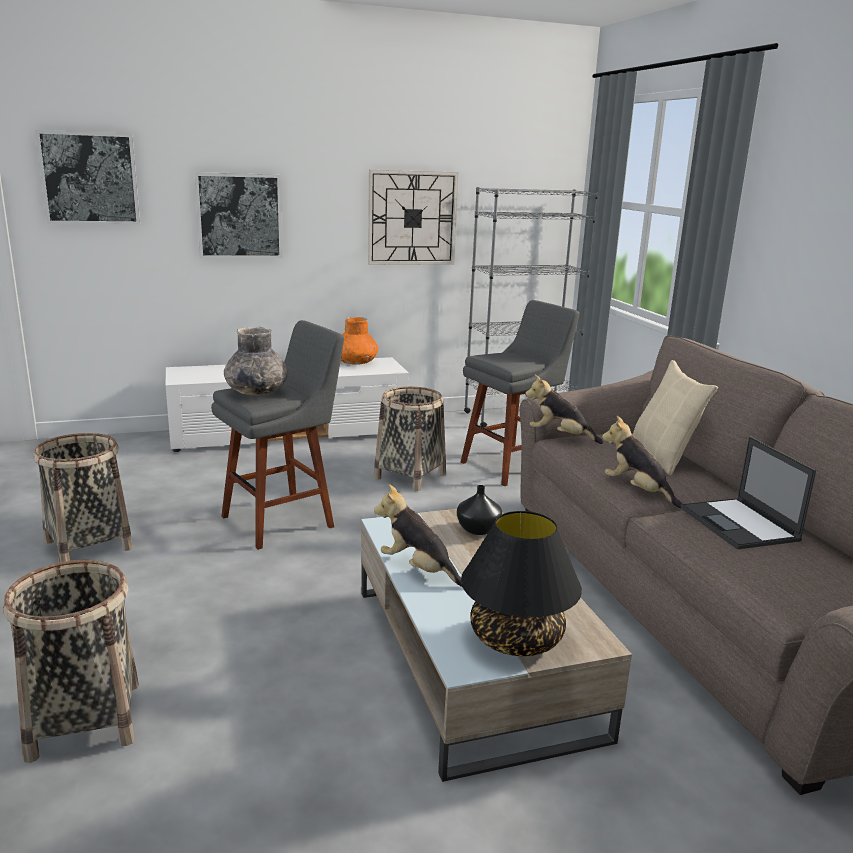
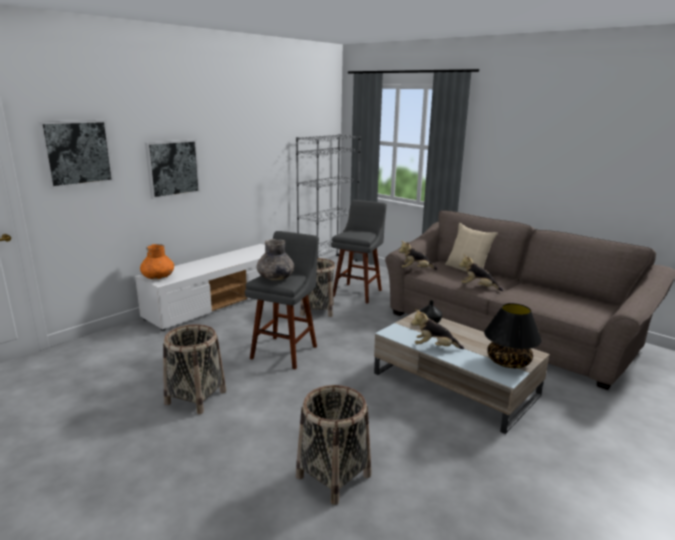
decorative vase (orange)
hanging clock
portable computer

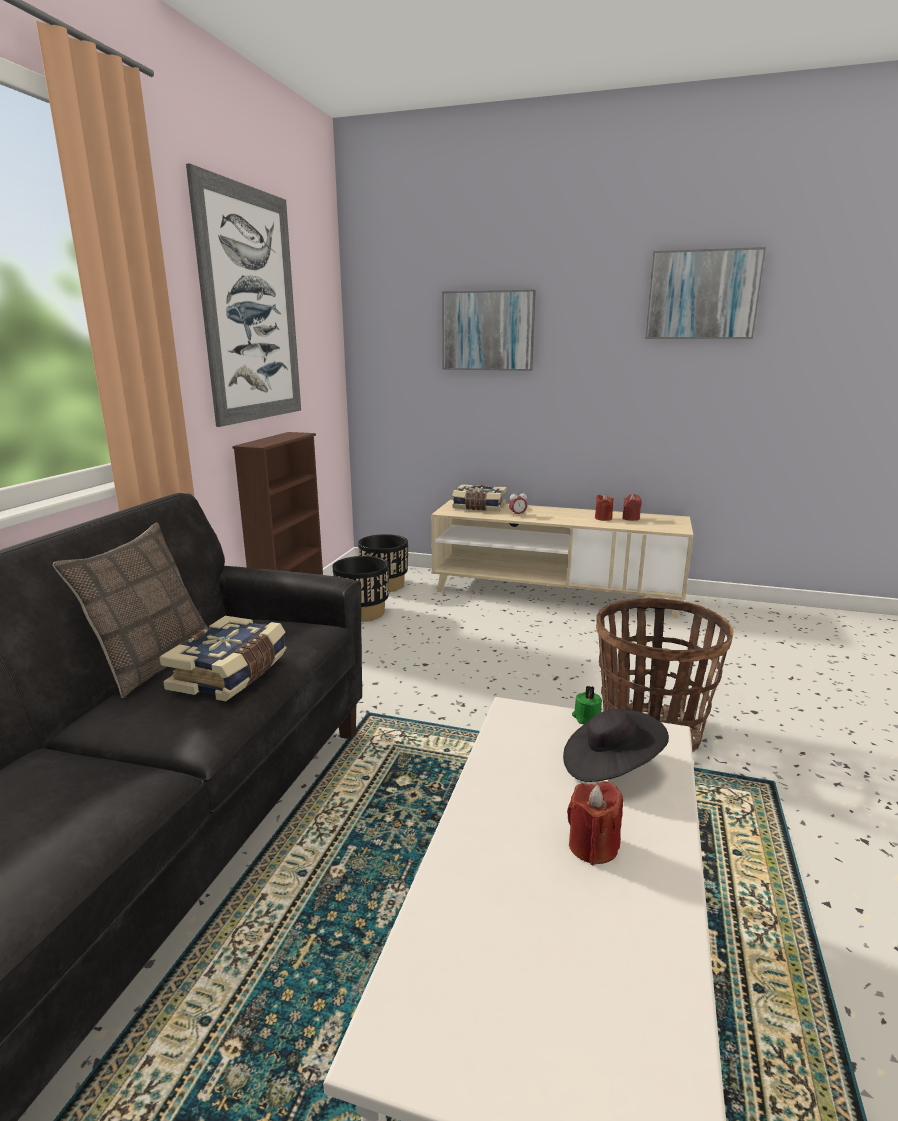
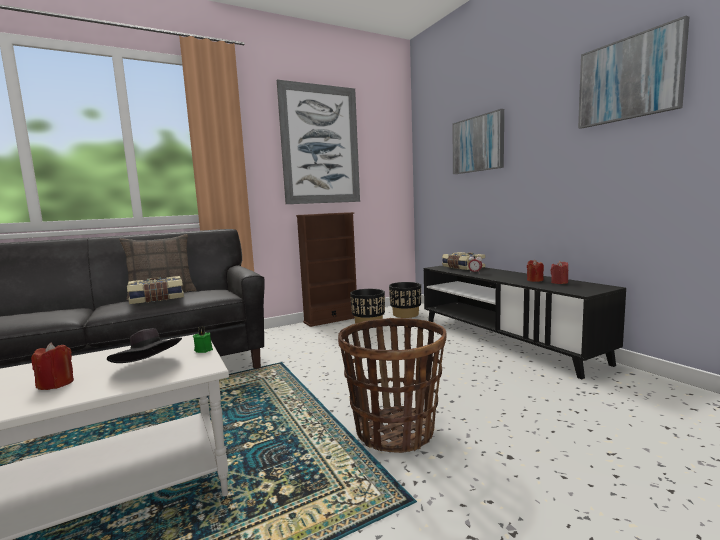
media console (blackish)

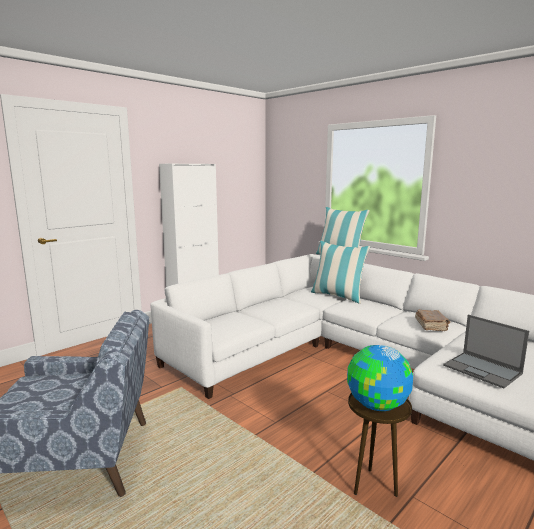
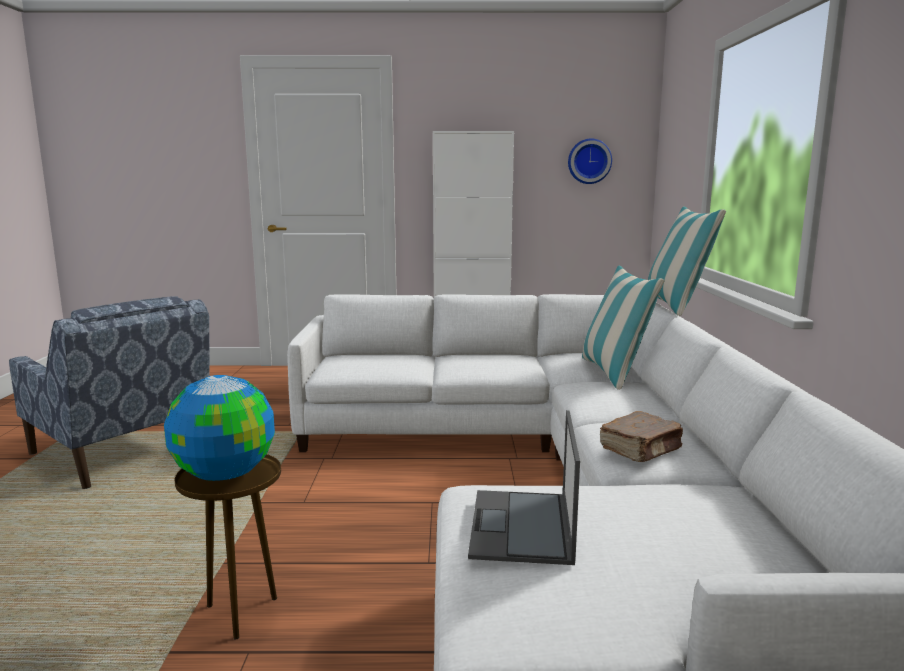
hanging clock

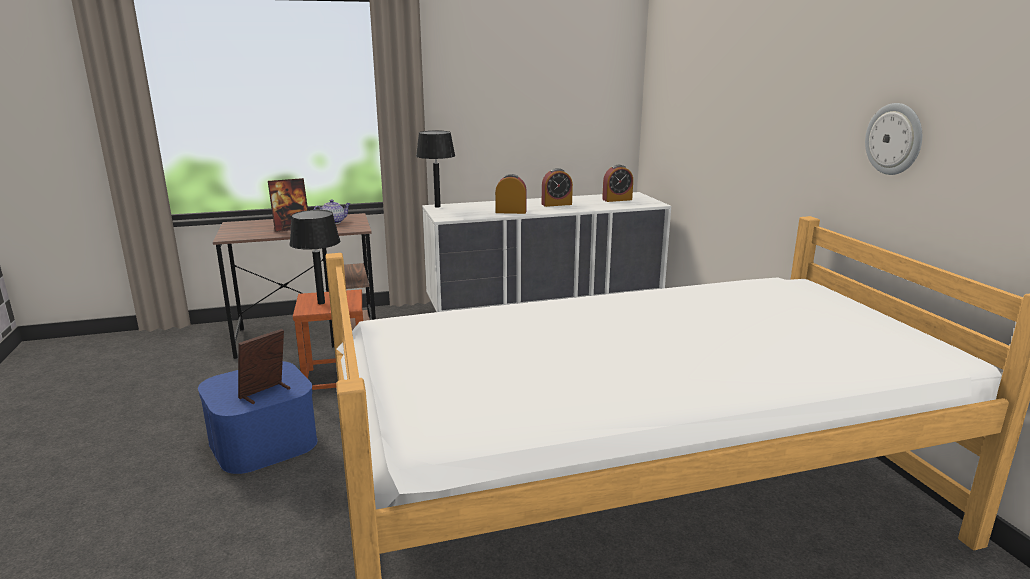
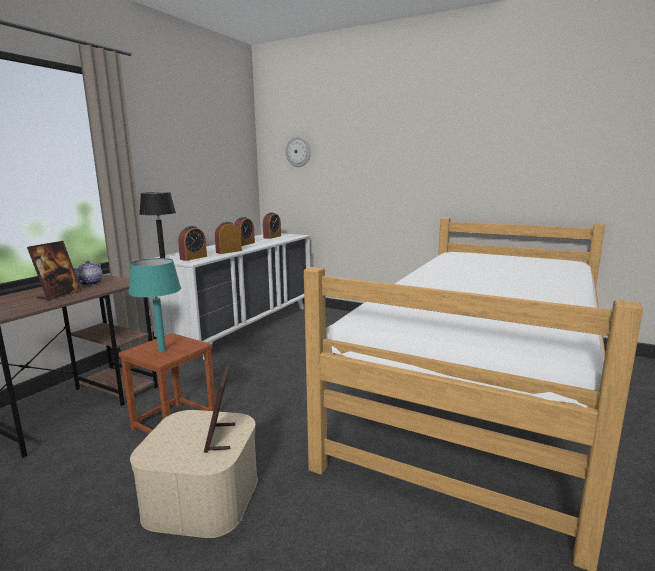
table lamp (blue-green)
storage container (beige-coloured)
alarm clock (1st from left)
hanging clock

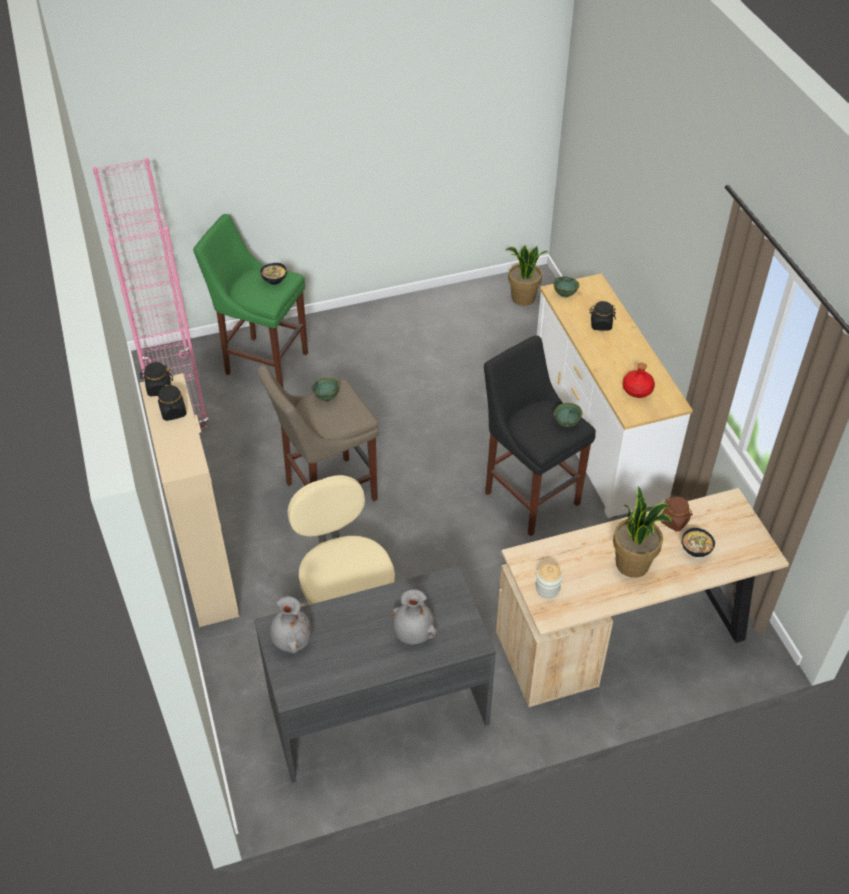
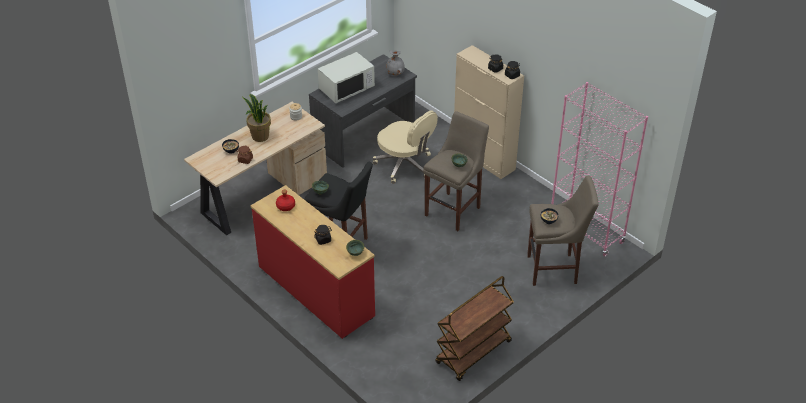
drawer chest (reddish)
microwave (whitish)
wheeled cart (brown-coloured)
stool seat (beige-coloured) (2nd from left)
houseplant (1st from left in the first image)

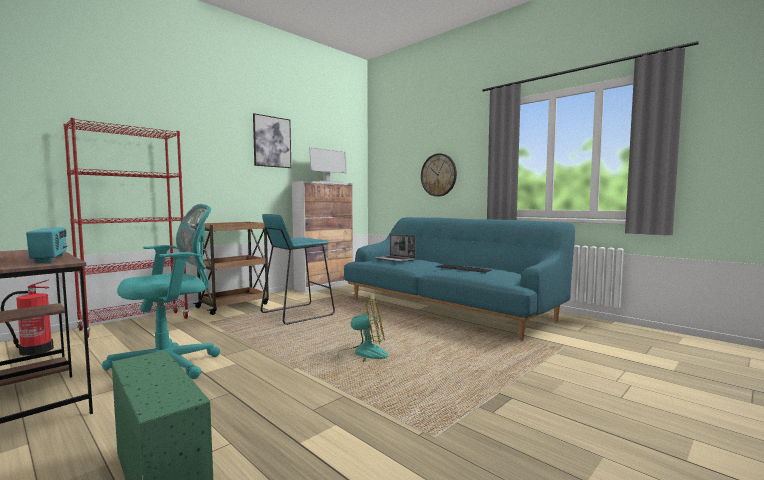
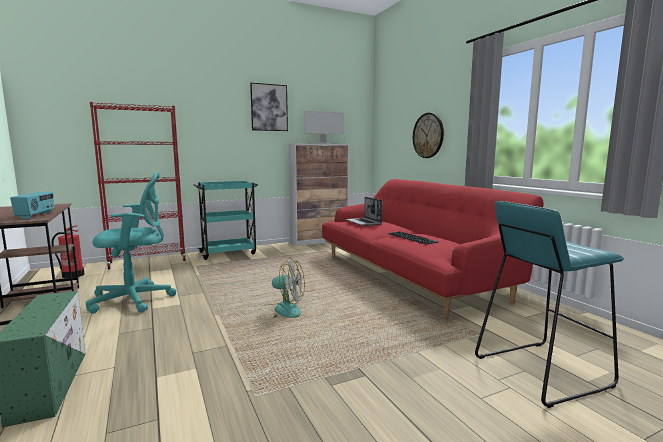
wheeled cart (blue-green)
couch (reddish)
stool seat (blue-green)

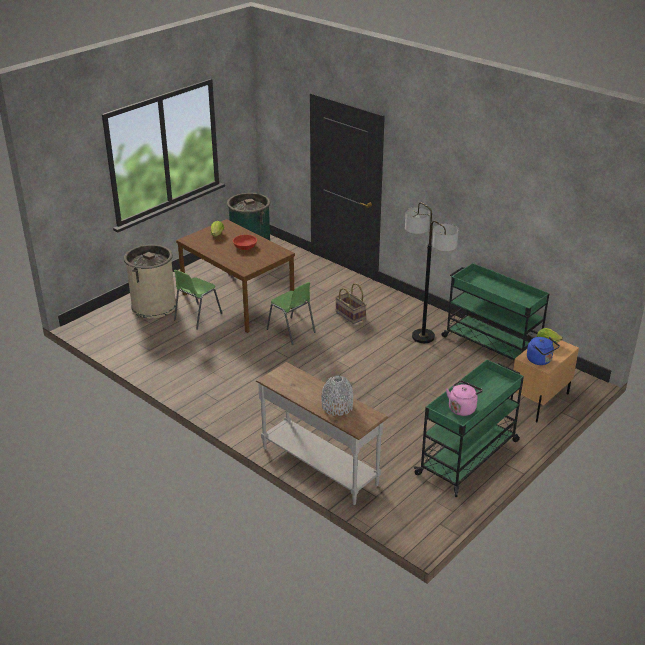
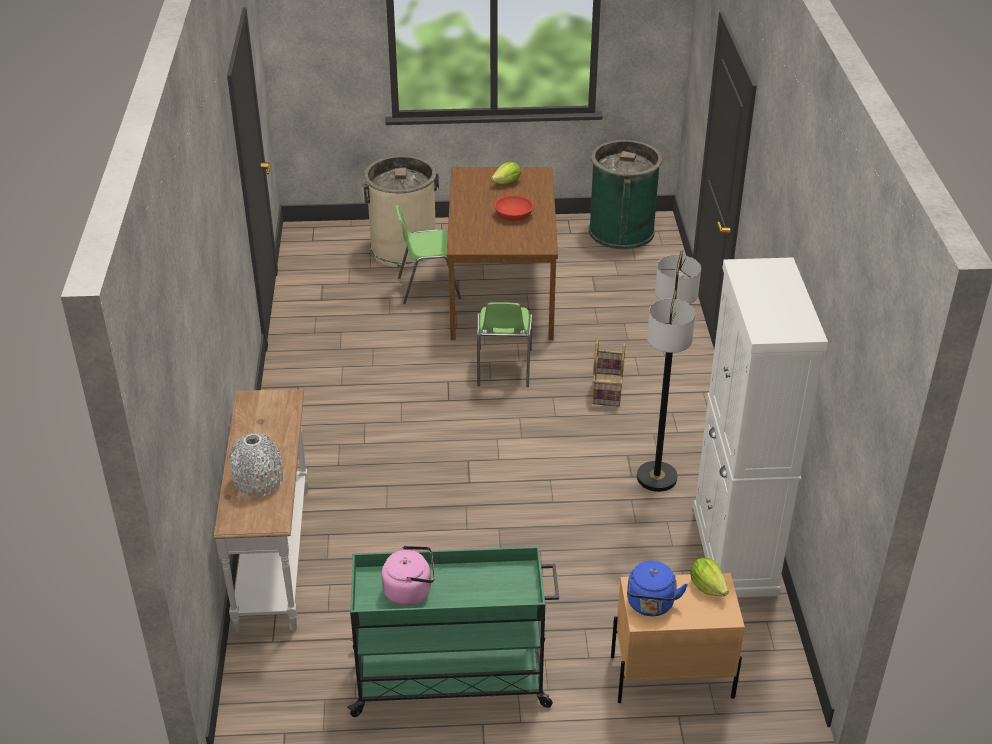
storage cabinet (whitish)

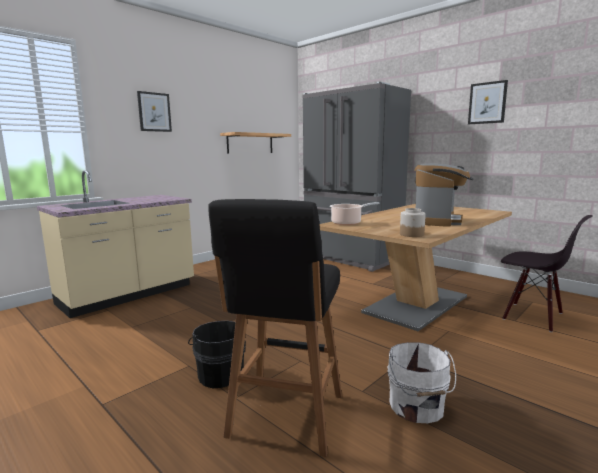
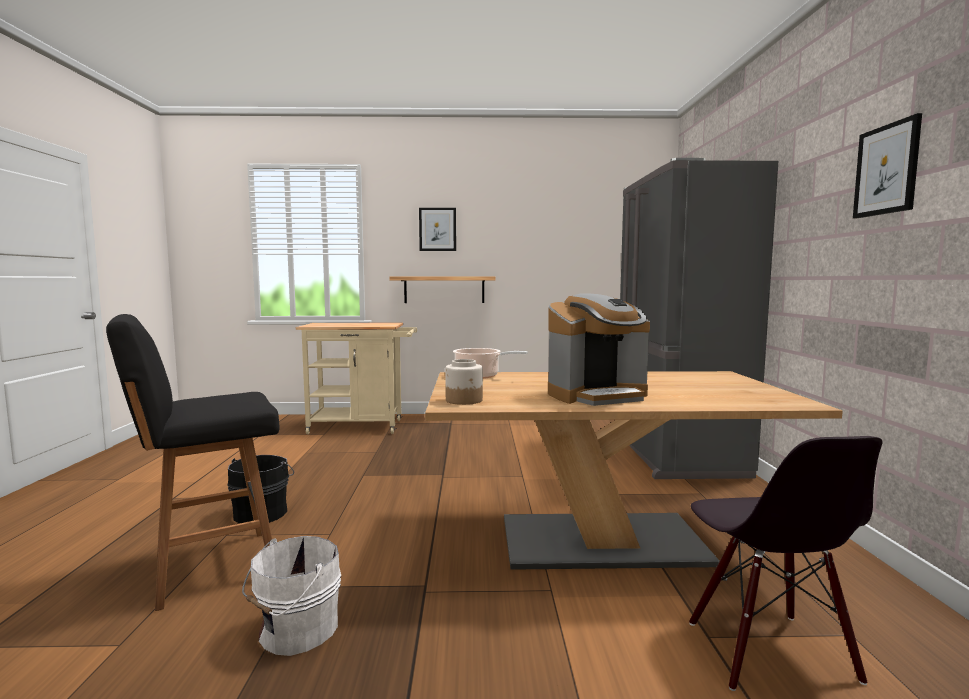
wheeled cart (beige-coloured)
wall shelf

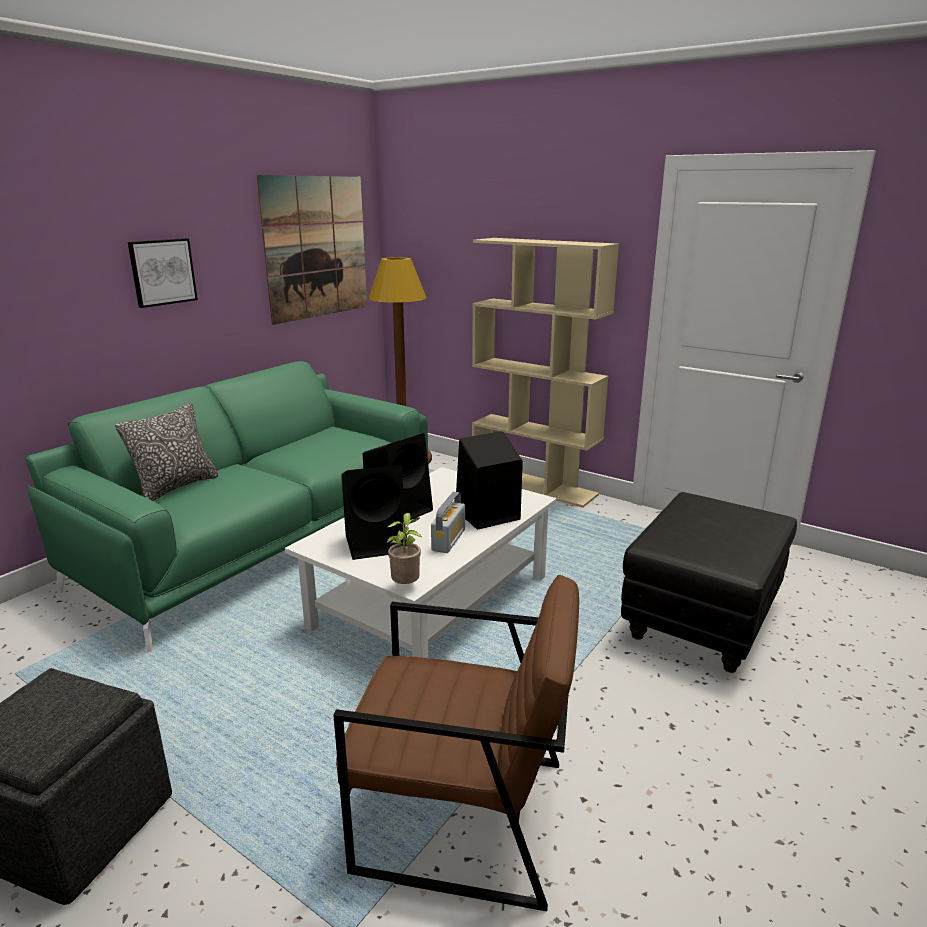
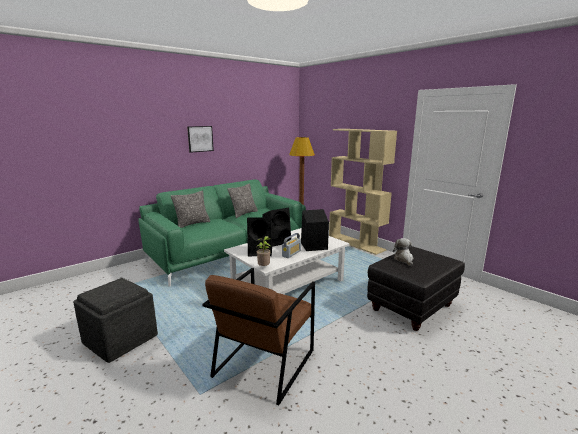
armchair (brown-coloured)
pillow (2nd from left)
soft toy
picture (2nd from left in the first image)

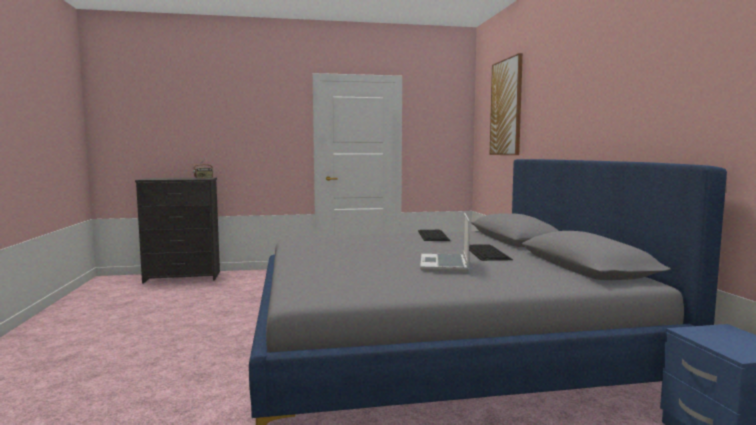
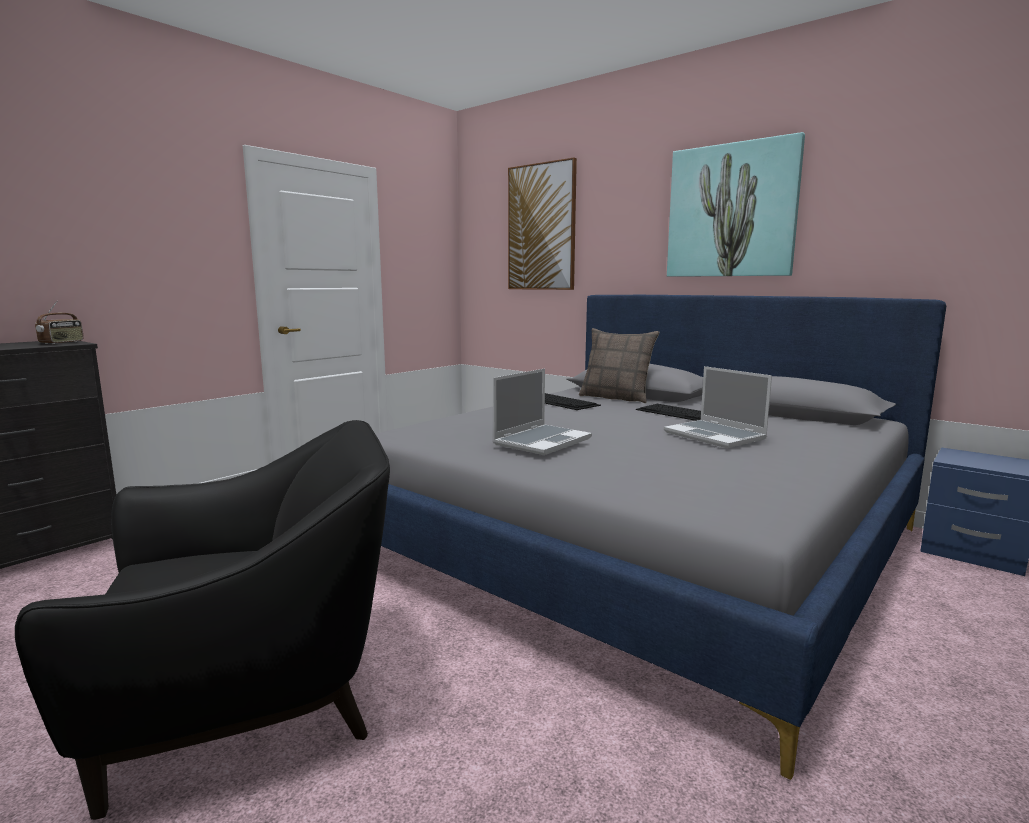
armchair (blackish)
portable computer (1st from left)
pillow
picture (2nd from left)

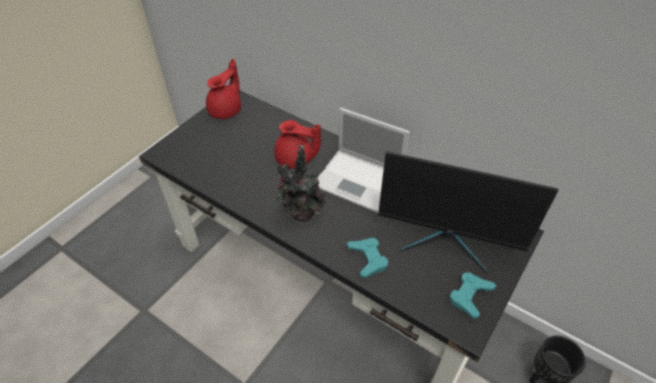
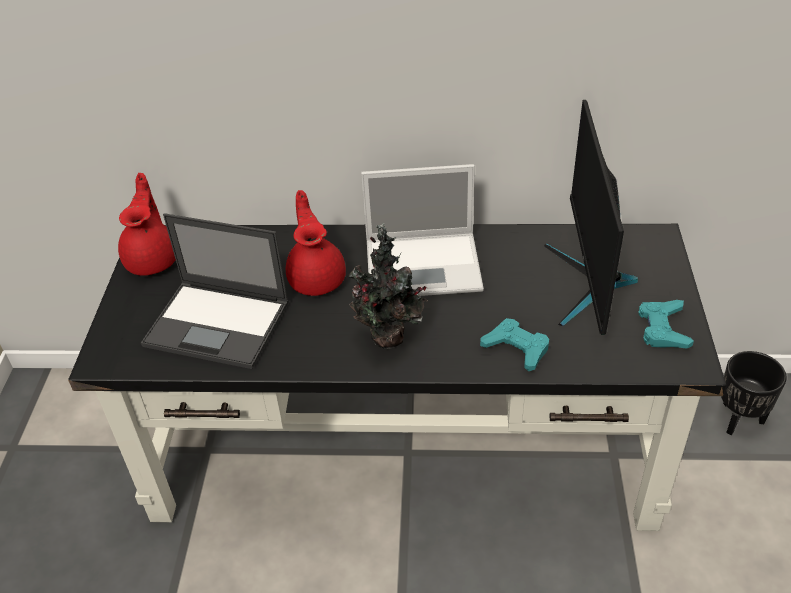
portable computer (1st from left)
tea pot (reddish) (2nd from left)
computer display

